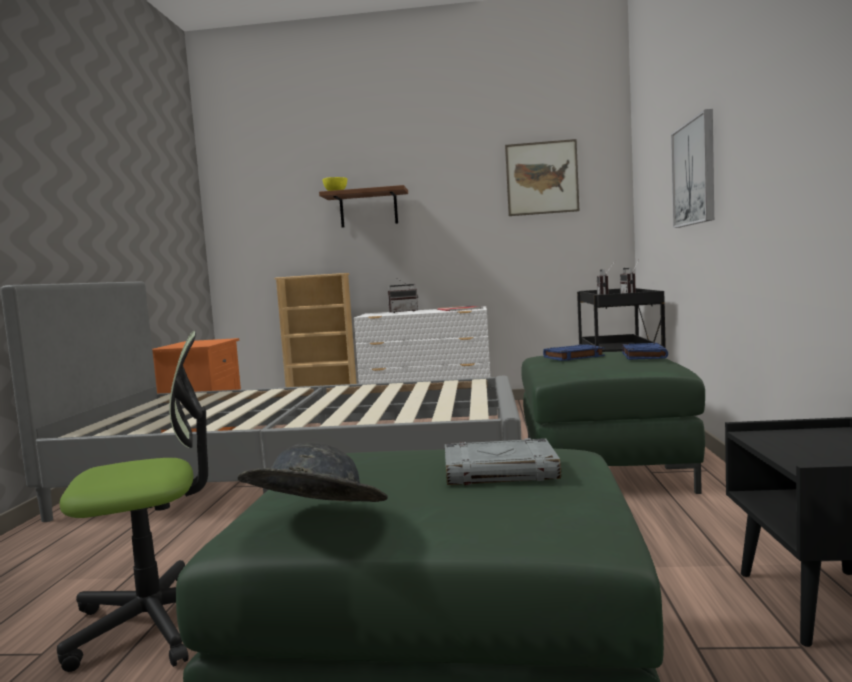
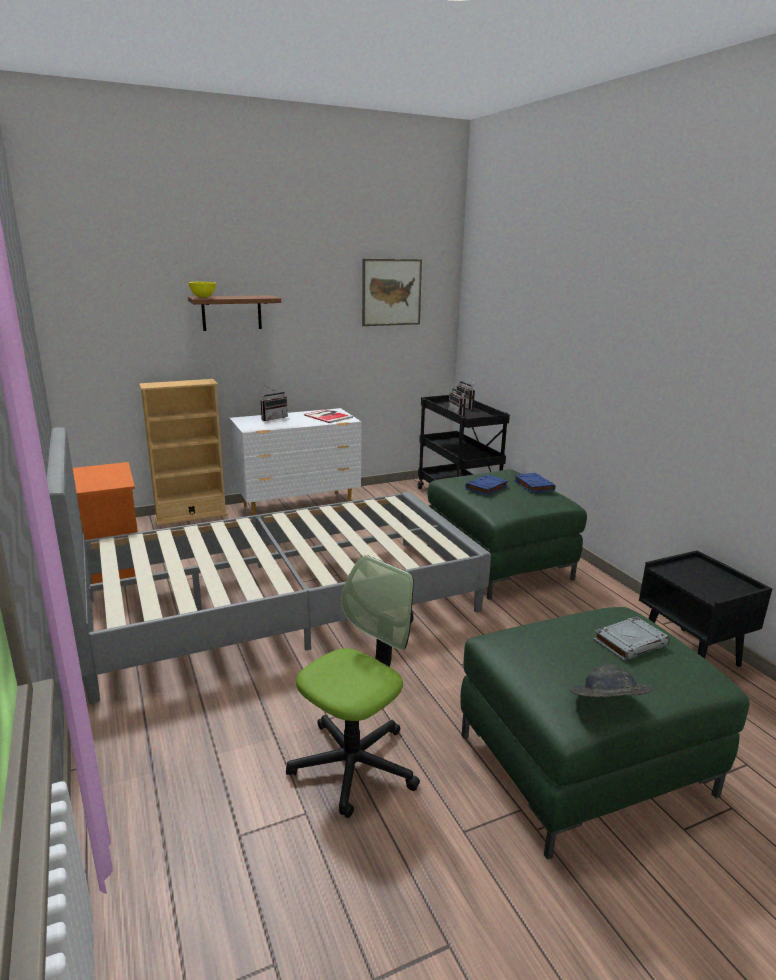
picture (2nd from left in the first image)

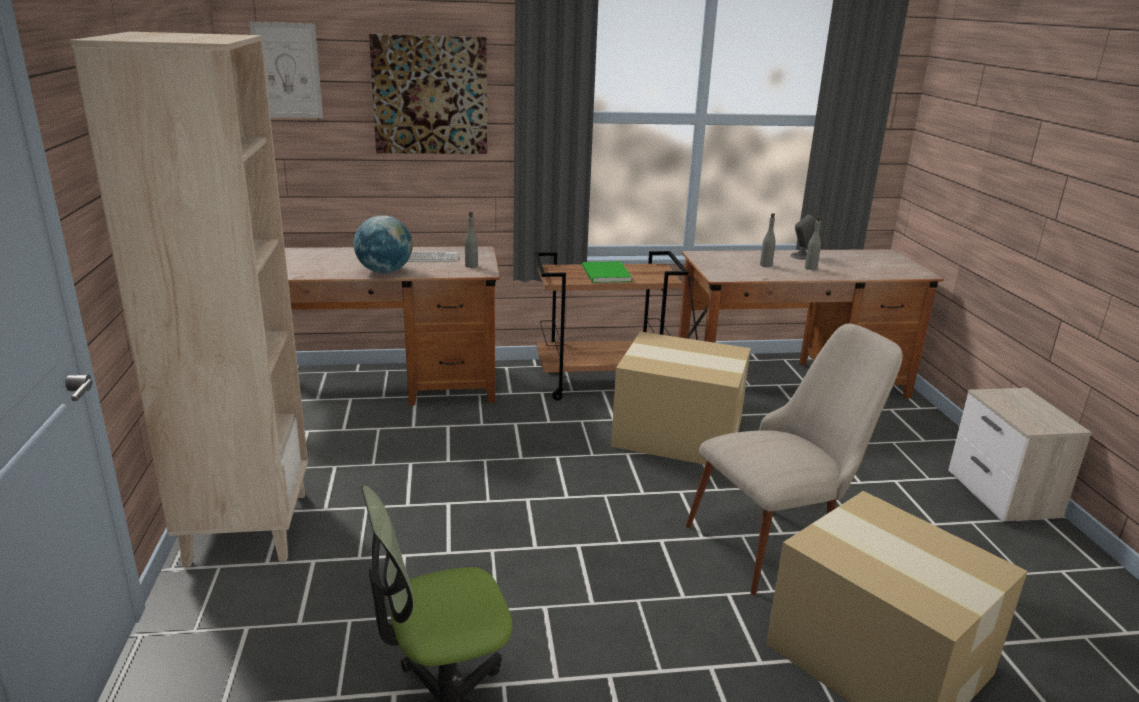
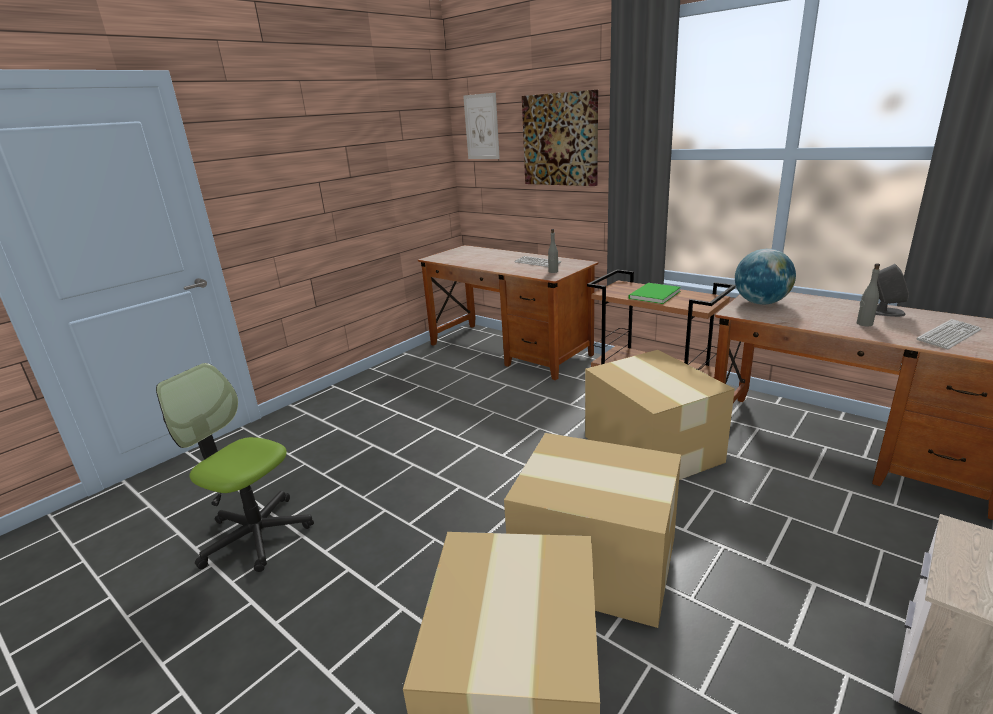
packing box (2nd from left)
desk globe
keyboard (2nd from left)
bookcase (beige-coloured)
bottle (greyish) (2nd from left in the first image)

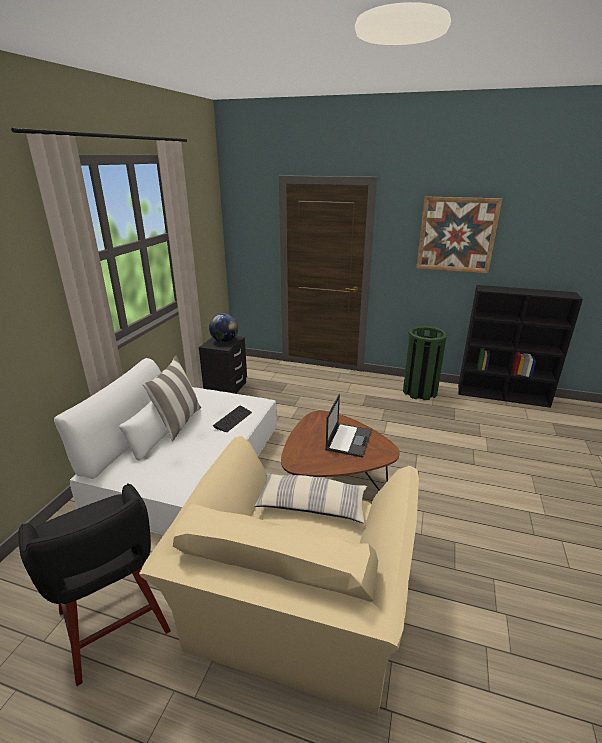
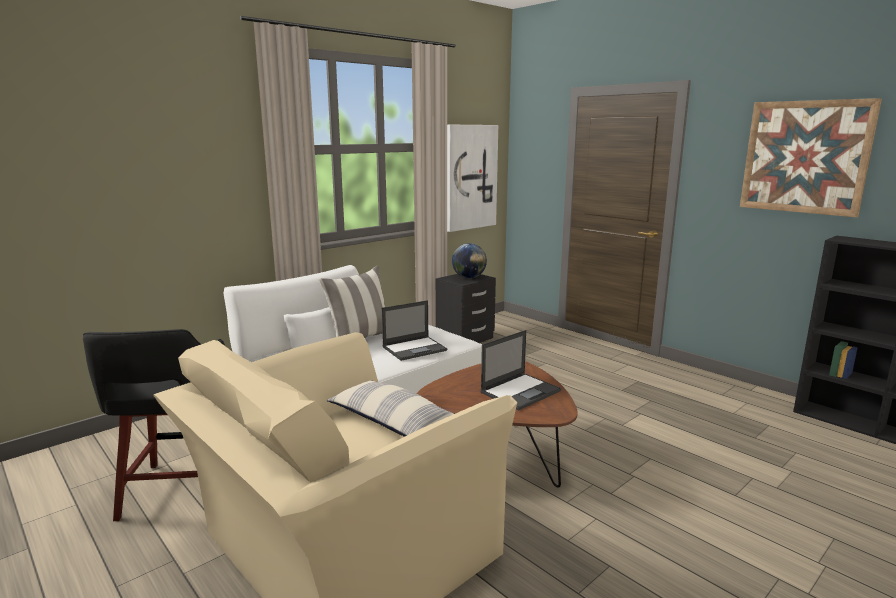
portable computer (1st from left)
picture (1st from left)
trash can (greenish)

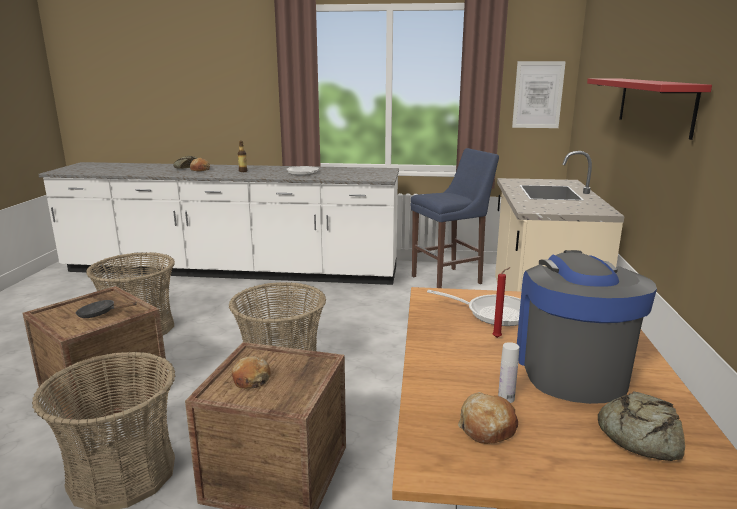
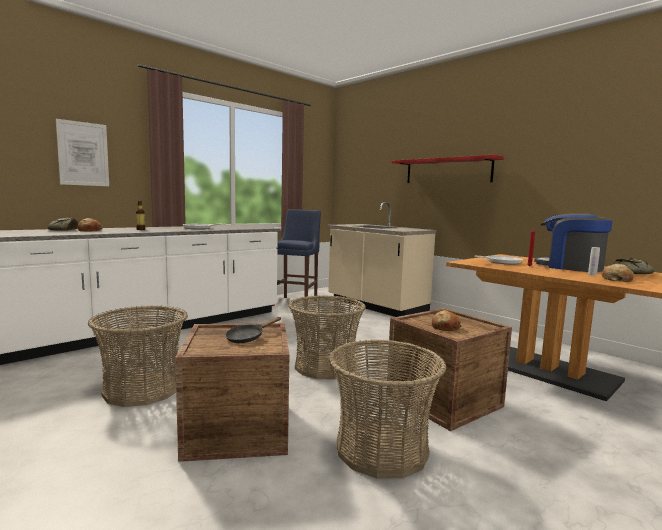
picture

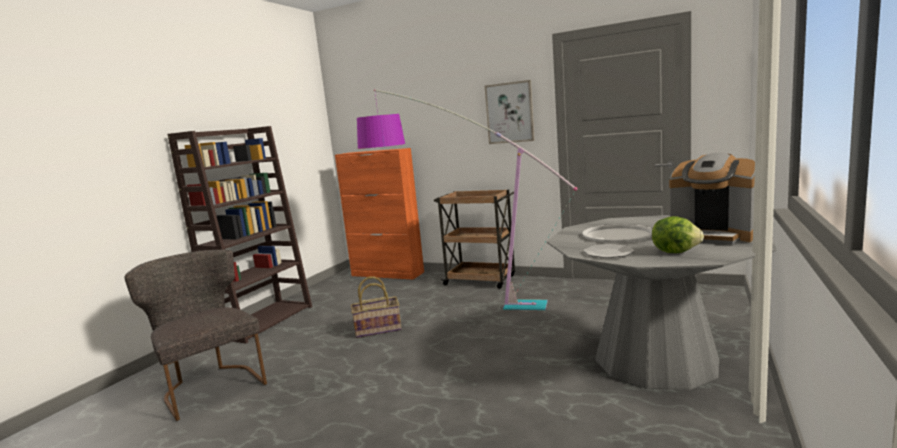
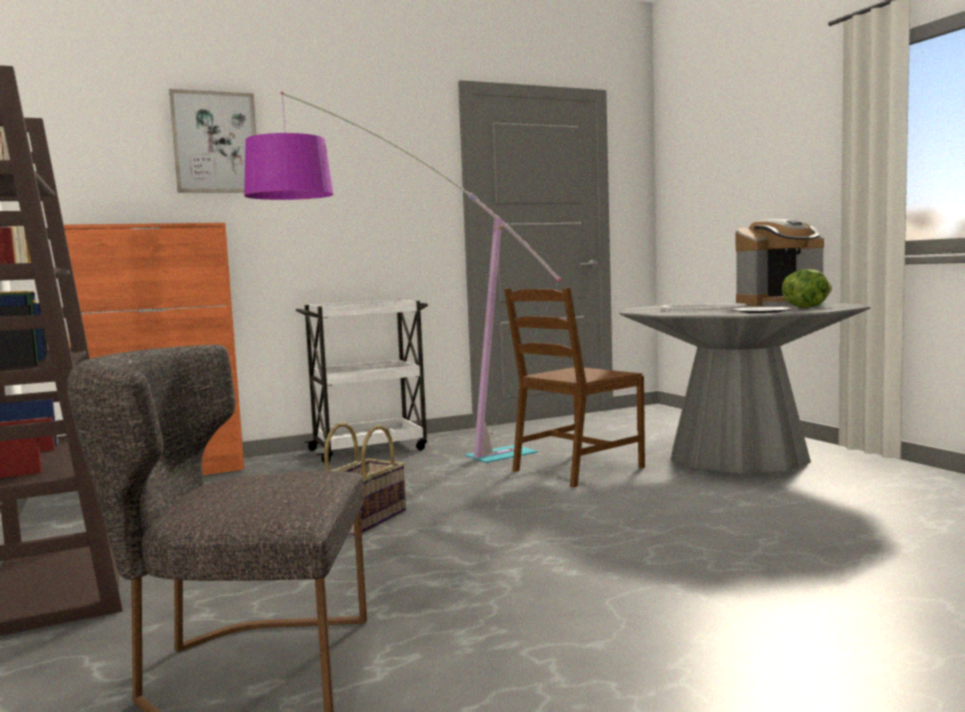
picture
wheeled cart (whitish)
upright chair (brown-coloured)

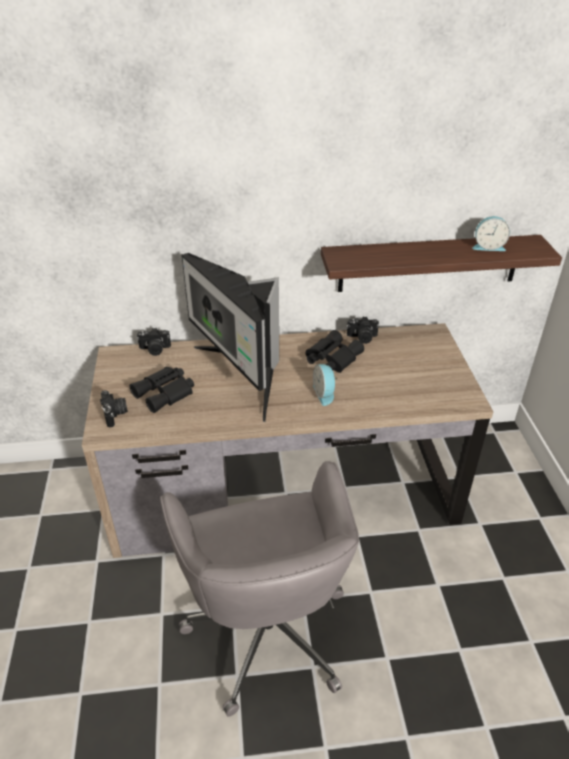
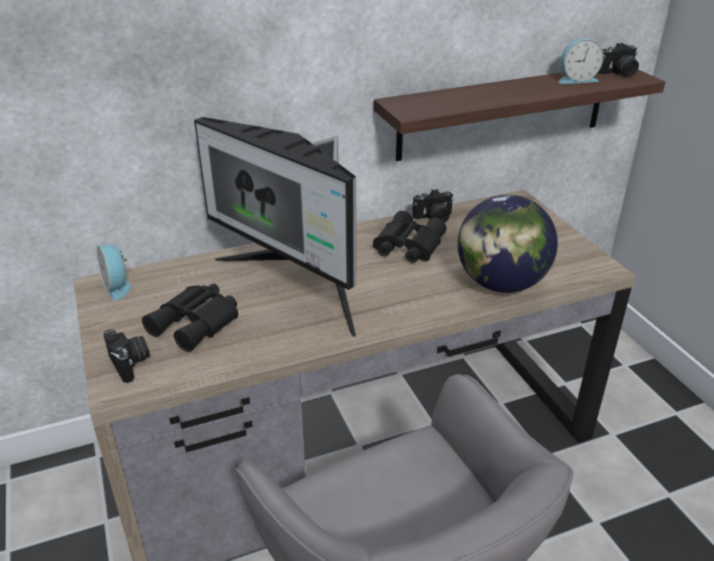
alarm clock (1st from left)
desk globe
still camera (3rd from left)

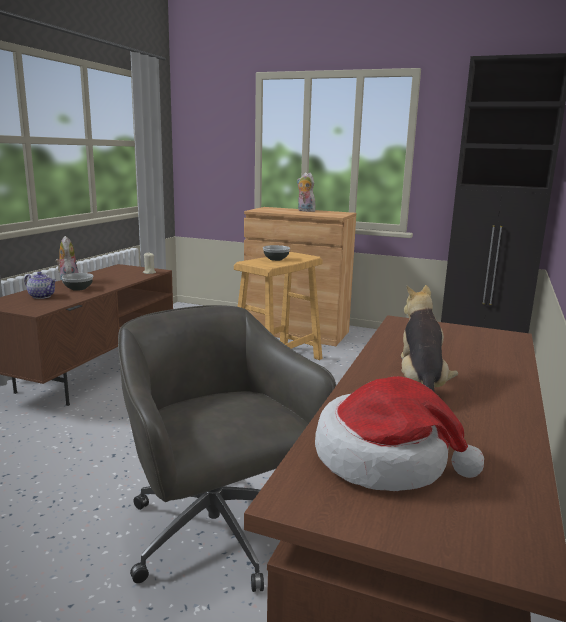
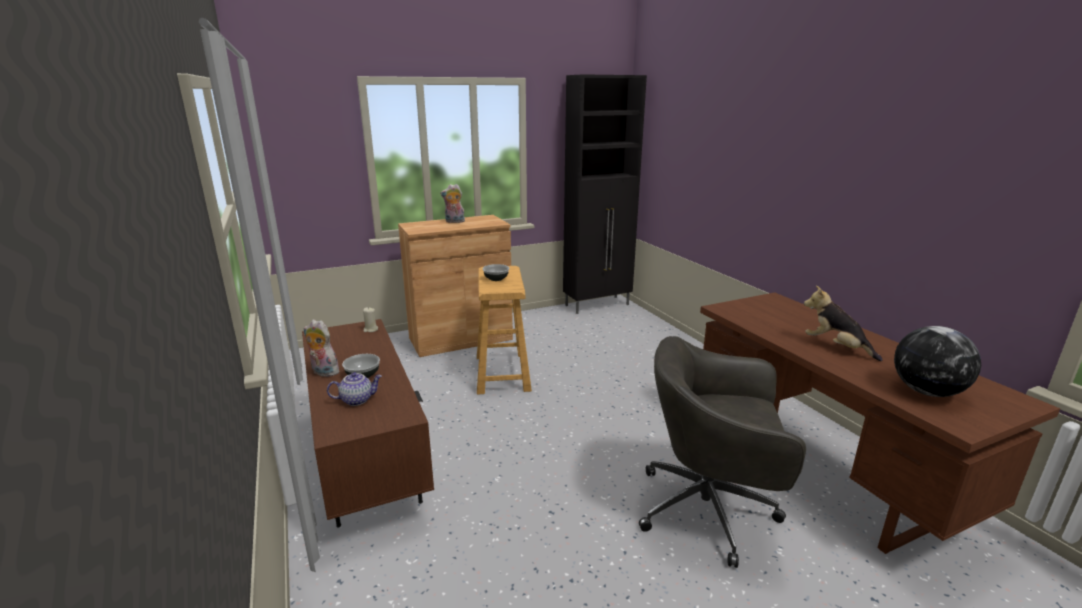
desk globe

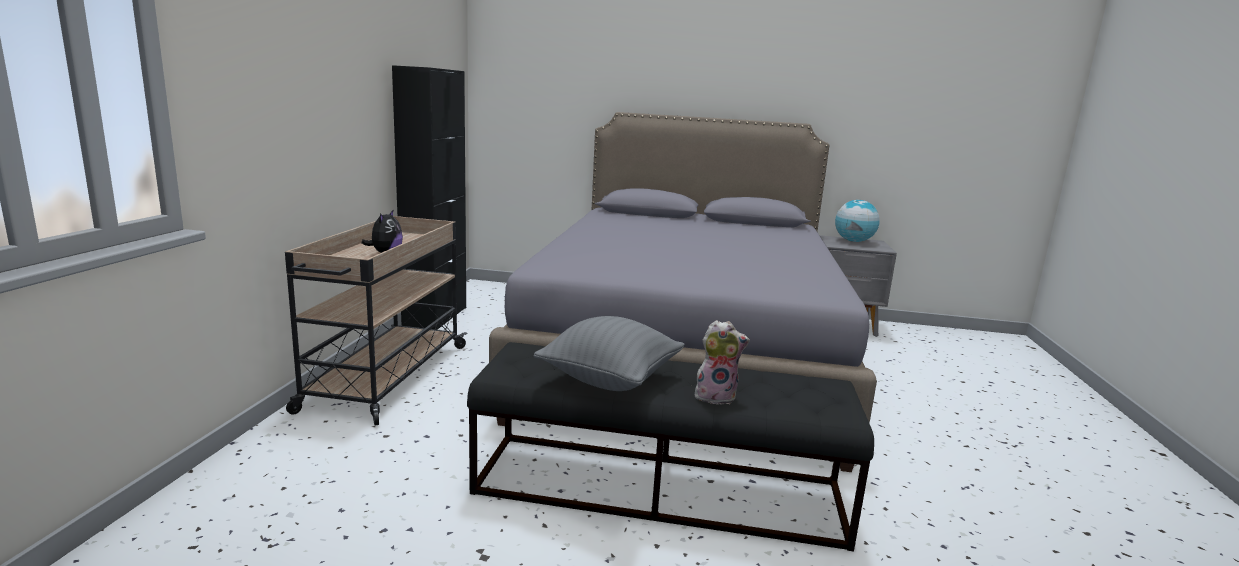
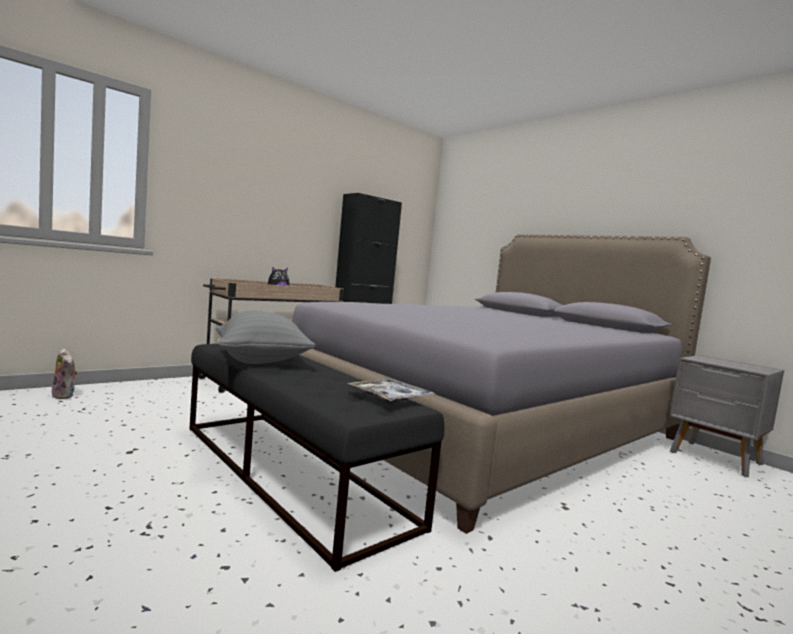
soft toy (1st from left)
serving tray
desk globe

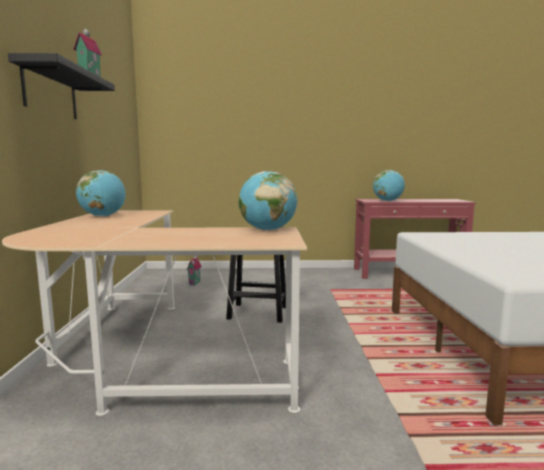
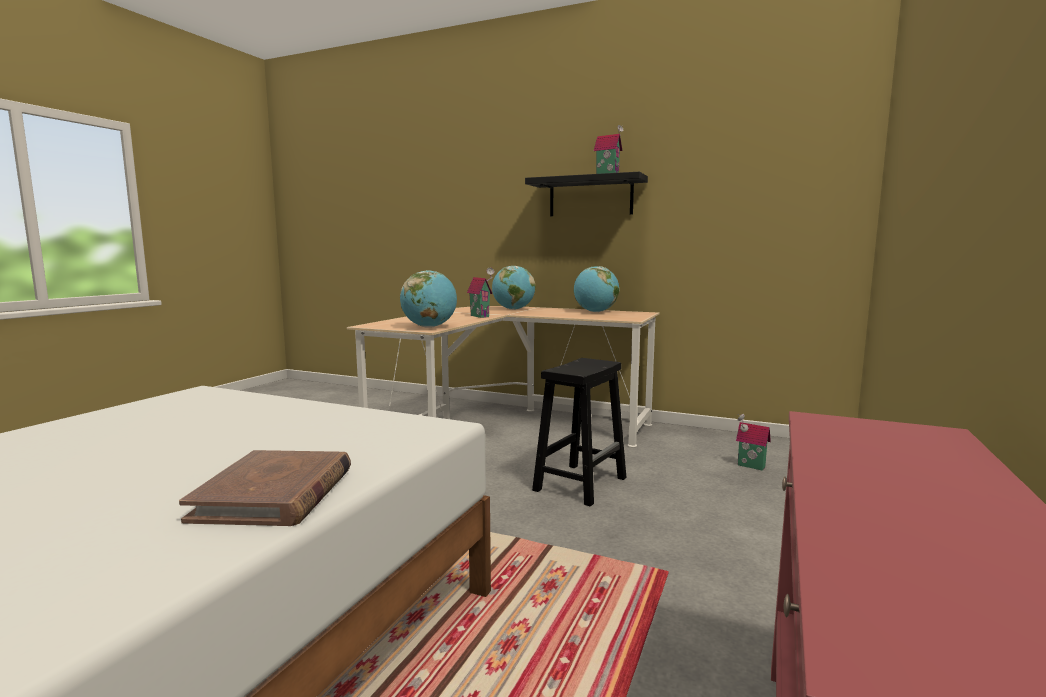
book (brown-coloured)
miniature house (1st from left)
desk globe (2nd from left)

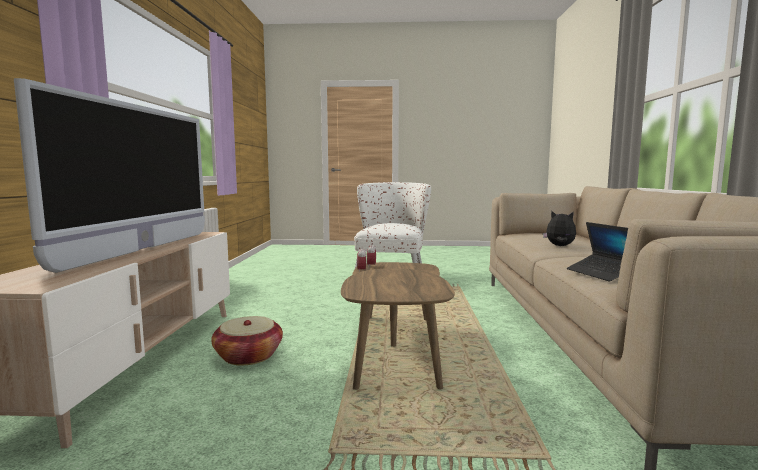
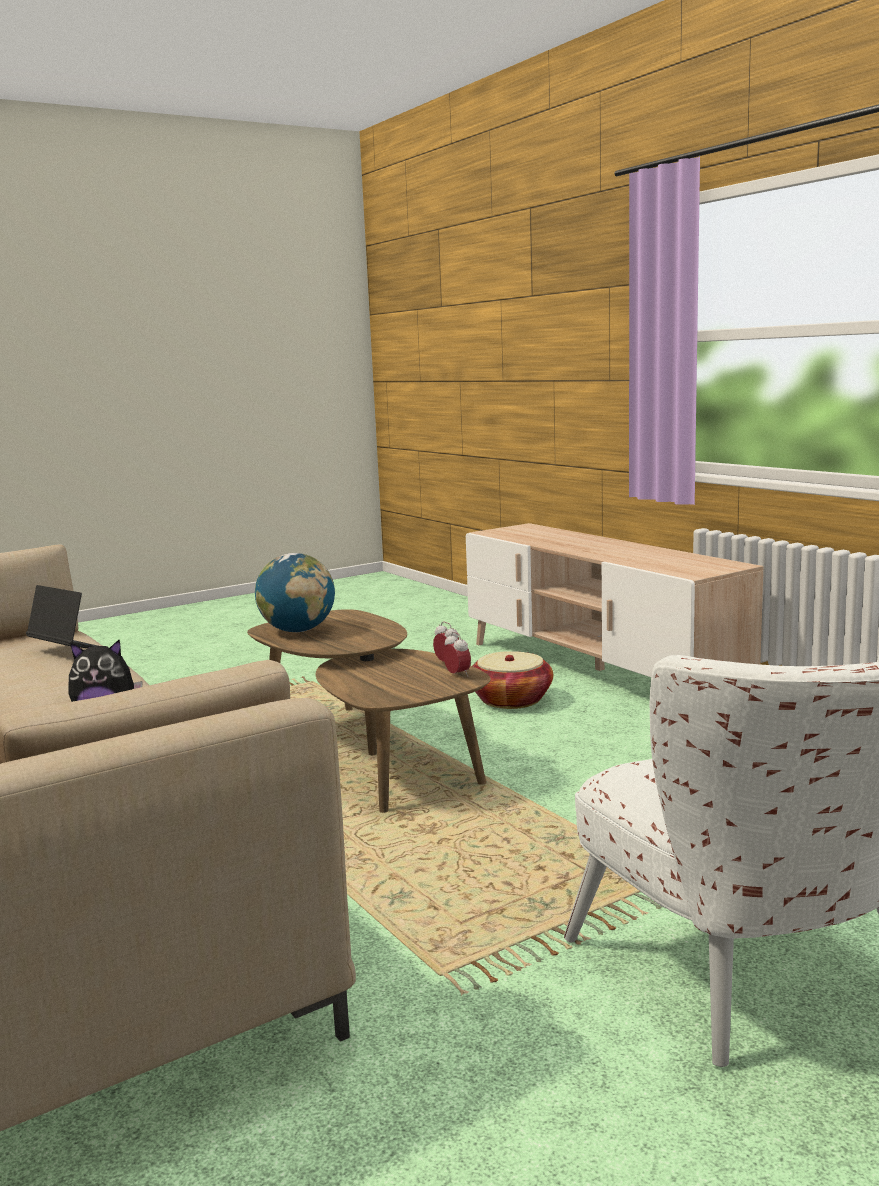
desk globe
television

